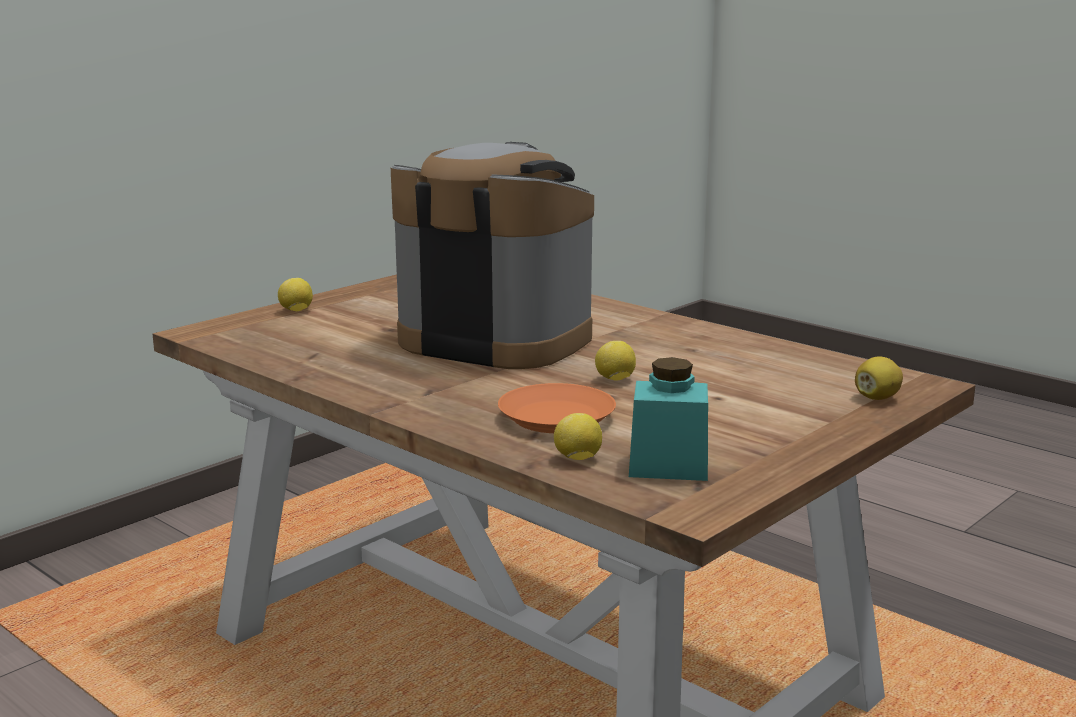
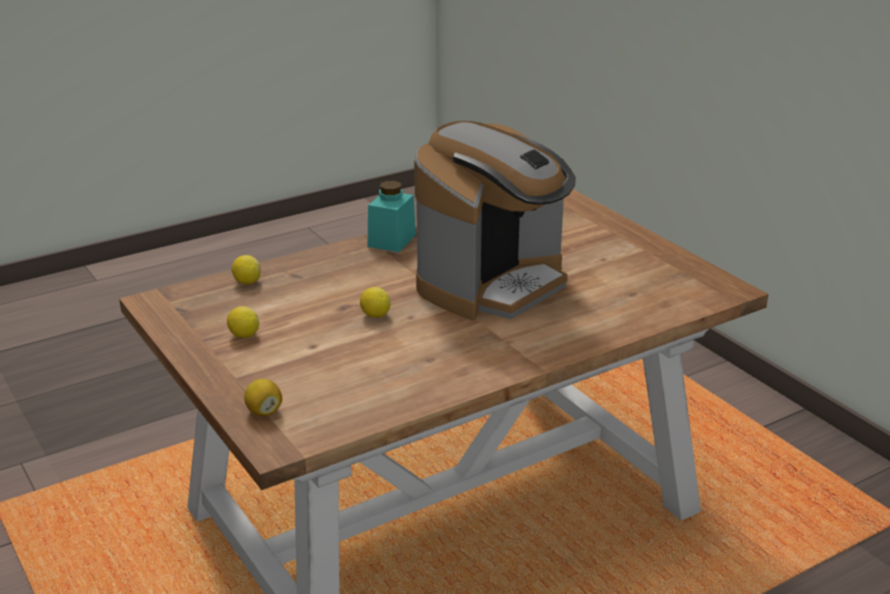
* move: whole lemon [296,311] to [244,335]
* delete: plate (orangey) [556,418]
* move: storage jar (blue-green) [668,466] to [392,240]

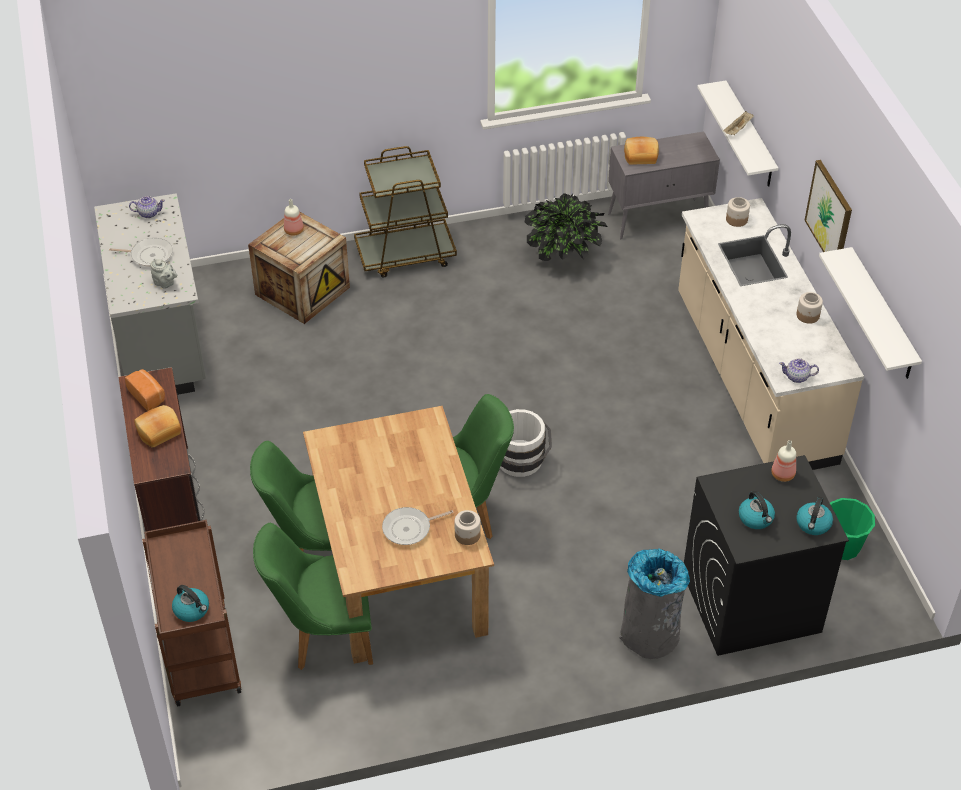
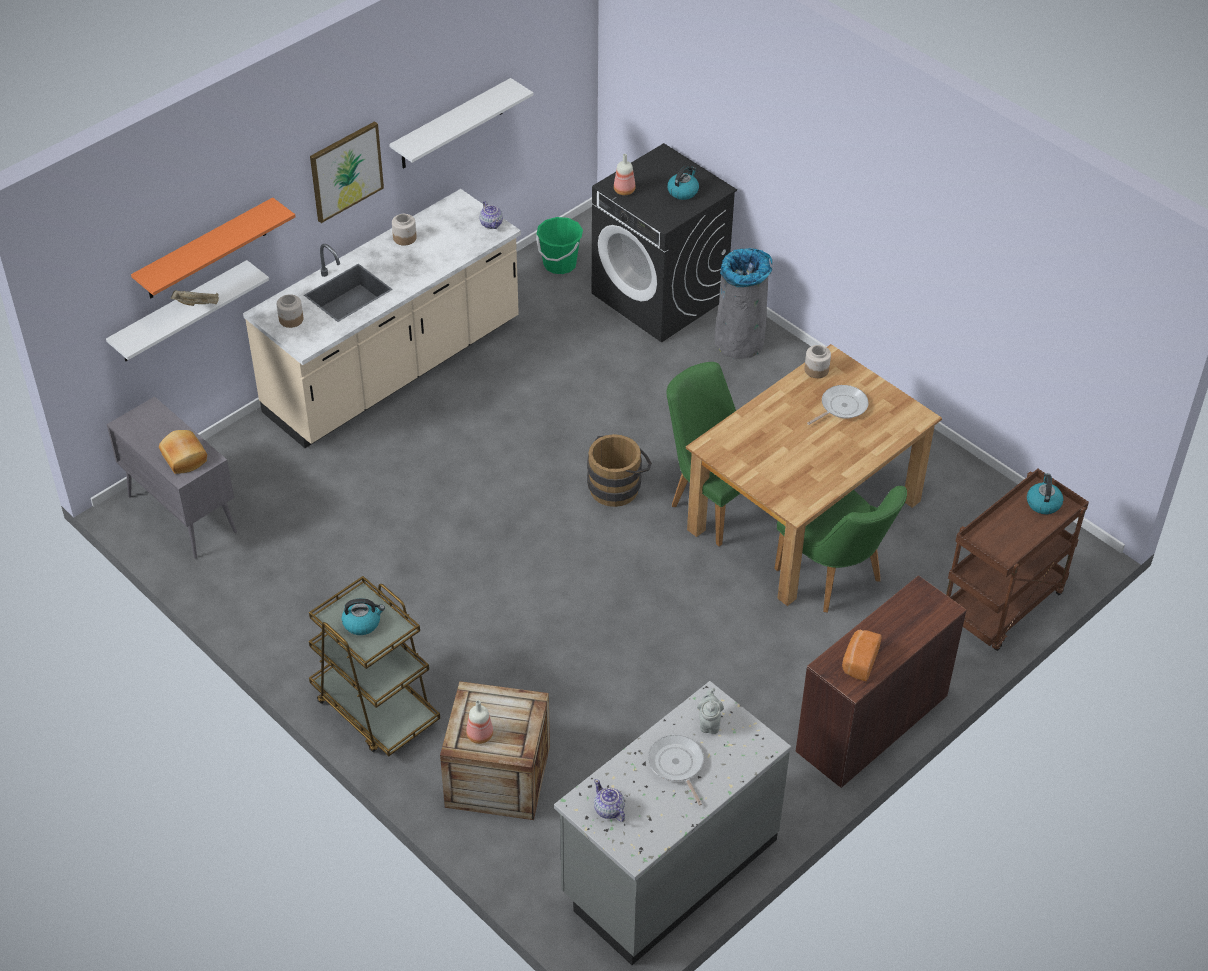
* delete: bakery bread [158,431]
* delete: chair (green-coloured) [322,635]
* rotate: pan [409,528] = [841,407] 75 degrees counterclockwise
* recolor: water bucket (whitish) [520,463] to water bucket (brown) [618,486]
* delete: plant in a pot [565,256]
* move: water kettle [813,524] to [362,623]
* insert: bracket shelf (orangey) [205,250]

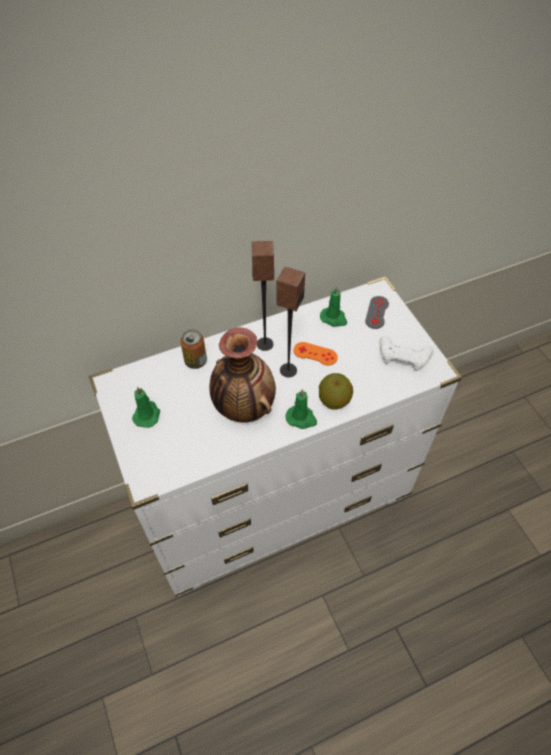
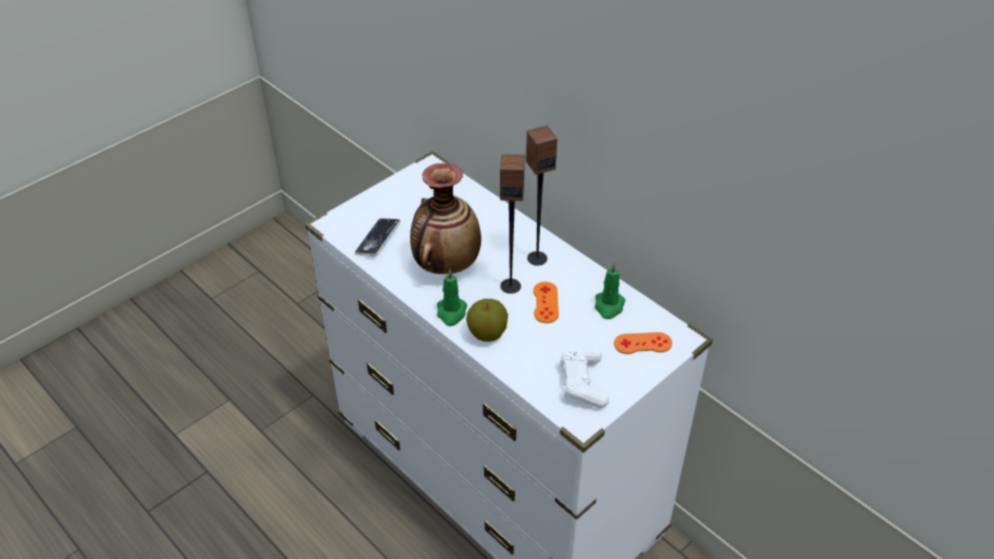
* delete: candle (green-coloured) [147,414]
* delete: sealed can [195,361]
* recolor: game controller (greyish) [377,312] to game controller (orangey) [642,343]
* insert: handset [378,240]

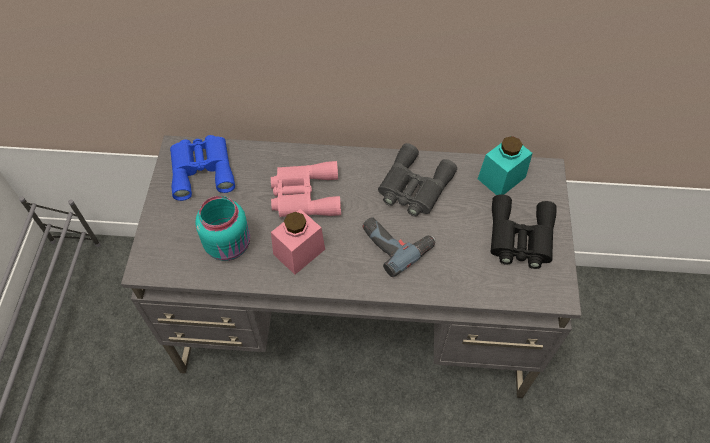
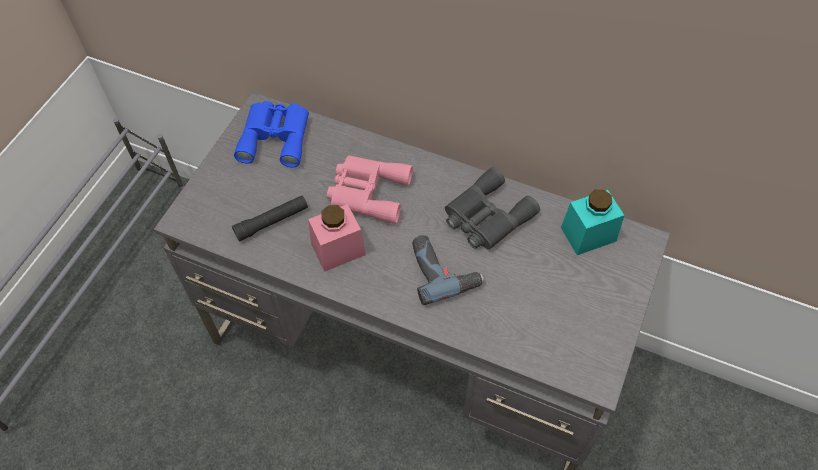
* replace: storage jar (blue-green) [230,245] to flashlight (black-coloured) [272,222]
* delete: field glasses (black-coloured) [520,238]

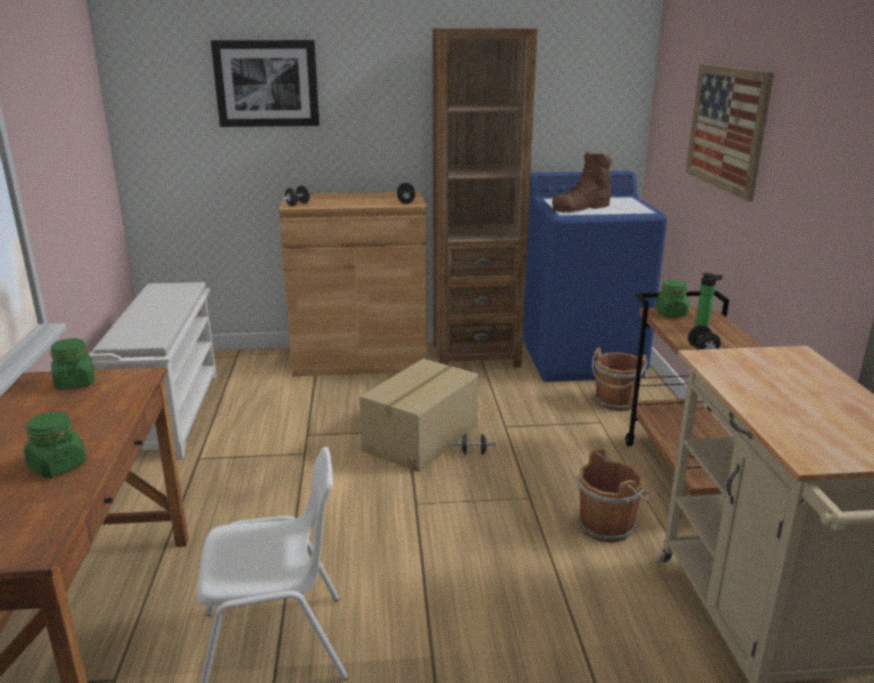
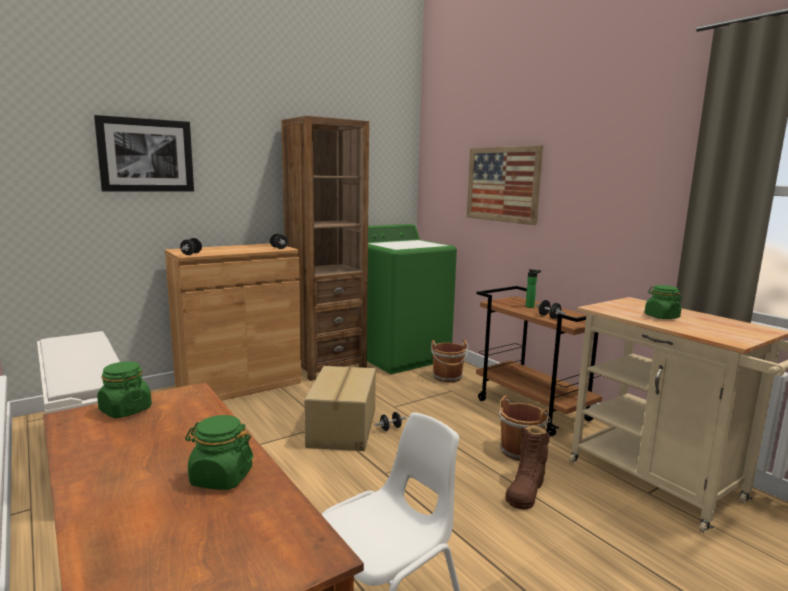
* recolor: laundry machine (blue) [581,358] to laundry machine (green-coloured) [400,356]
* move: tall boot (brown) [581,208] to [526,489]
* move: storage jar (green-coloured) [671,313] to [661,317]

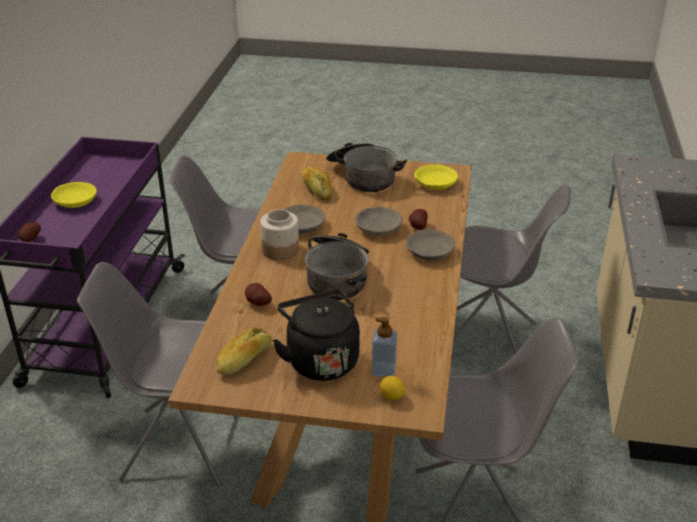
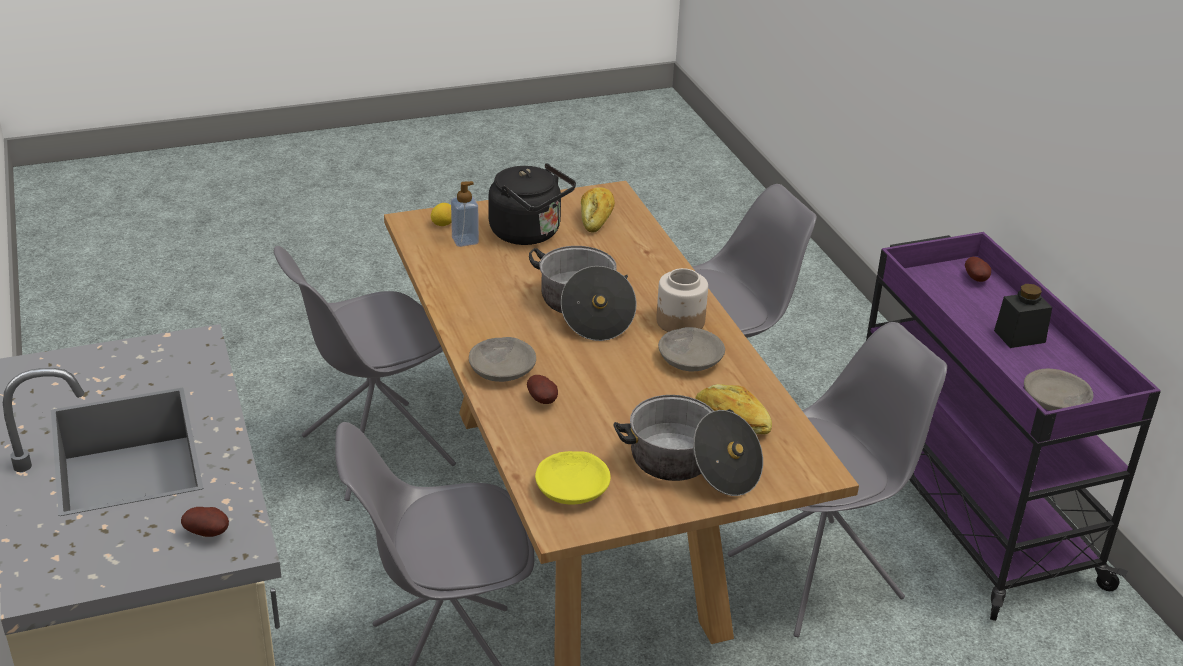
* replace: serving bowl (yellowish) [74,201] to storage jar (black-coloured) [1019,336]
* move: whole potato [257,303] to [209,533]
* move: serving bowl (greyish) [378,228] to [1056,401]

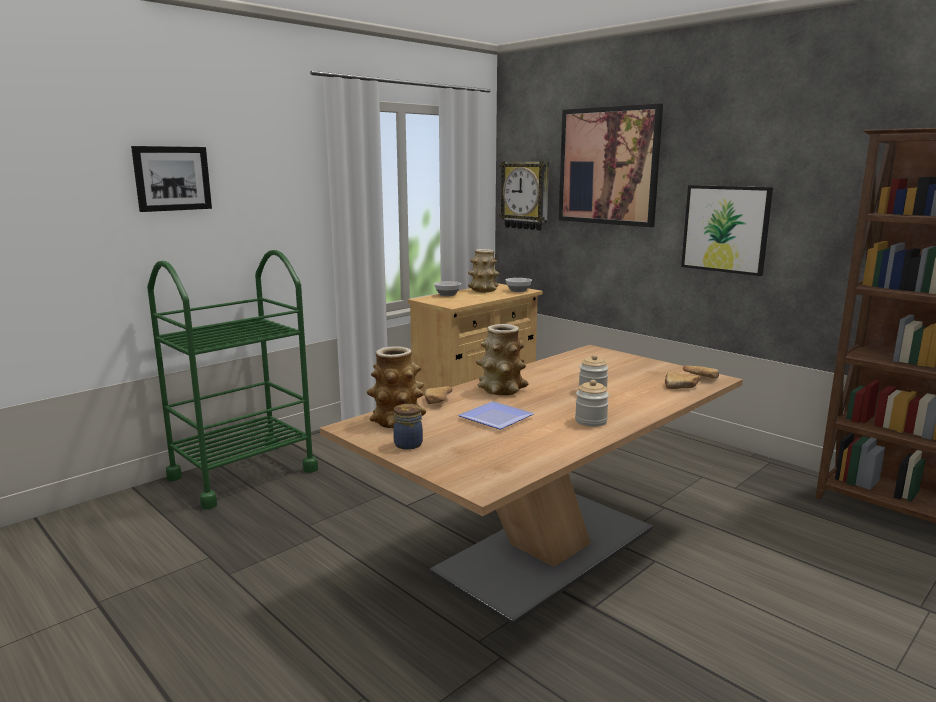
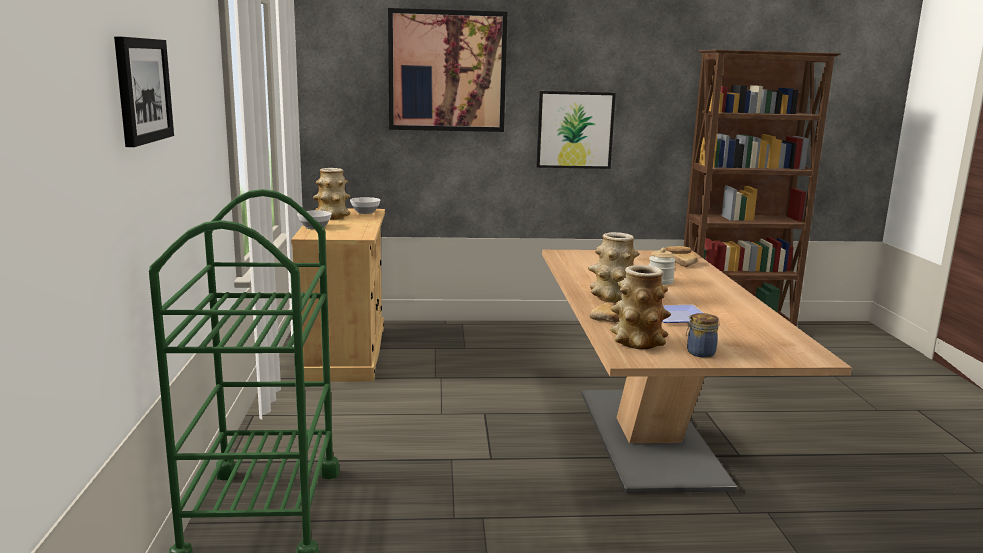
* delete: clock on the wall [525,195]
* delete: storage jar [591,421]

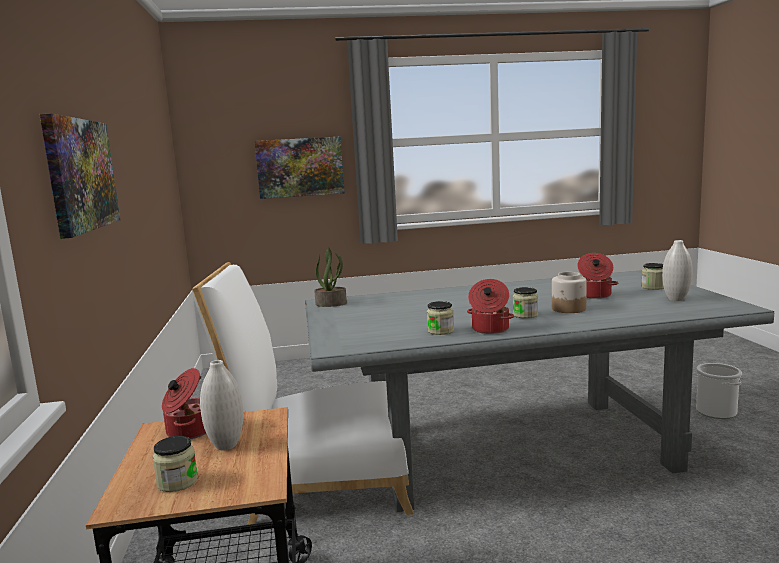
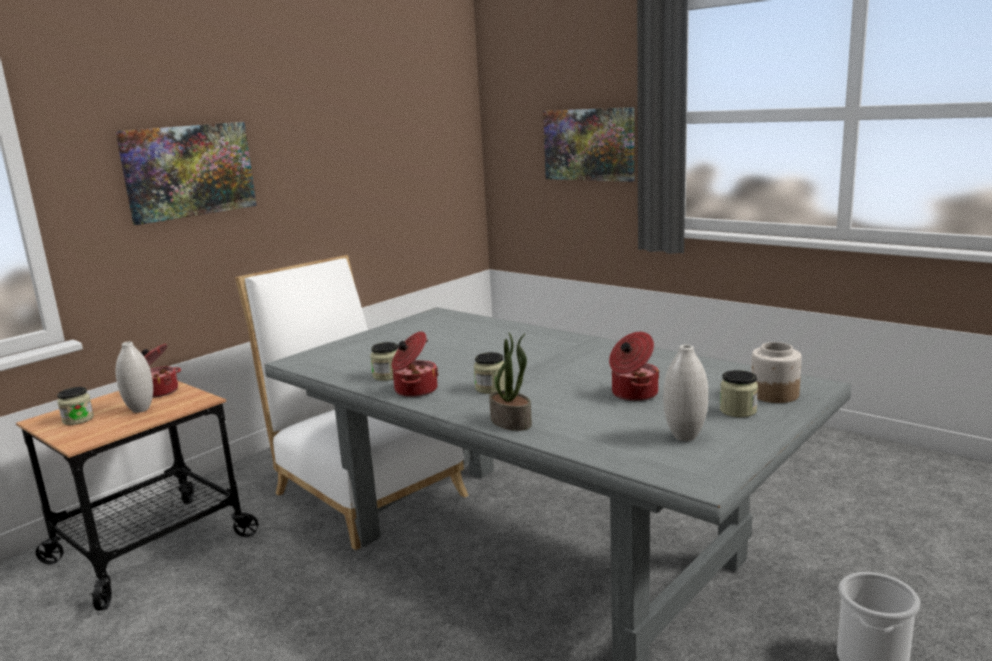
* move: plant in a pot [331,304] to [512,422]
* move: storage jar [569,309] to [774,394]

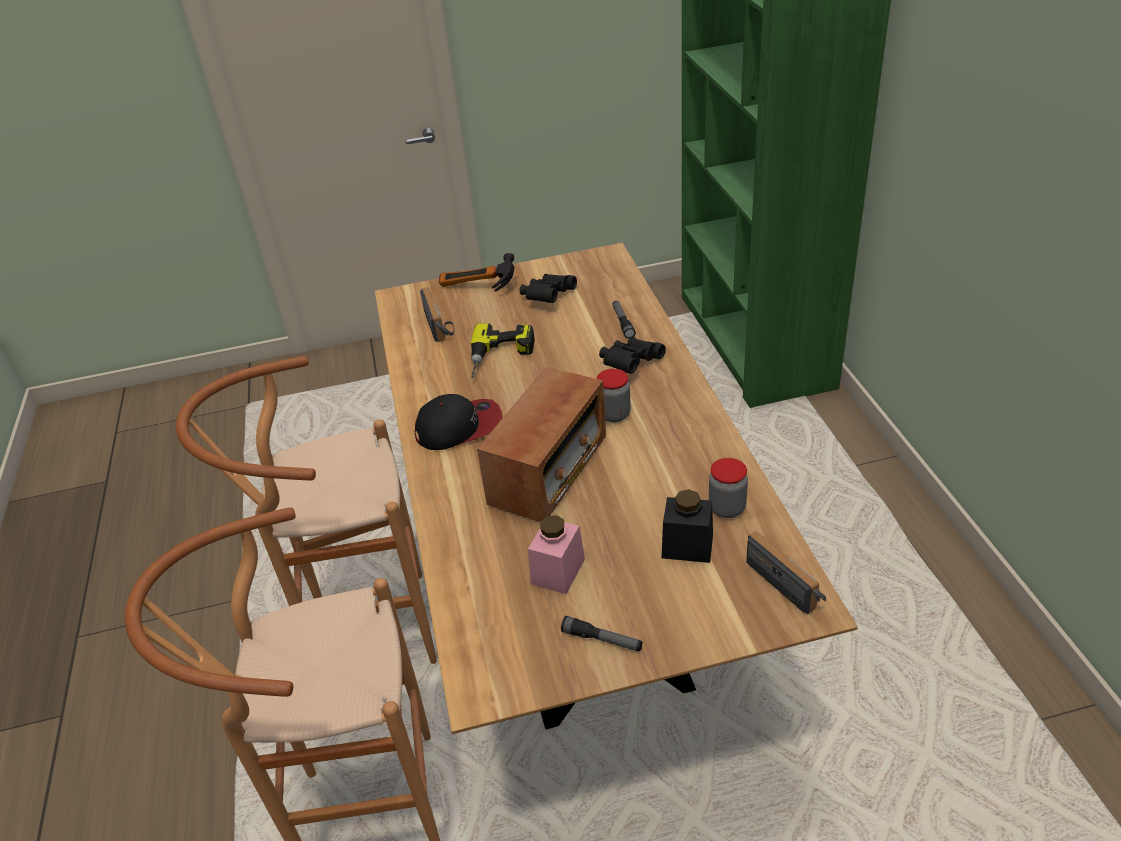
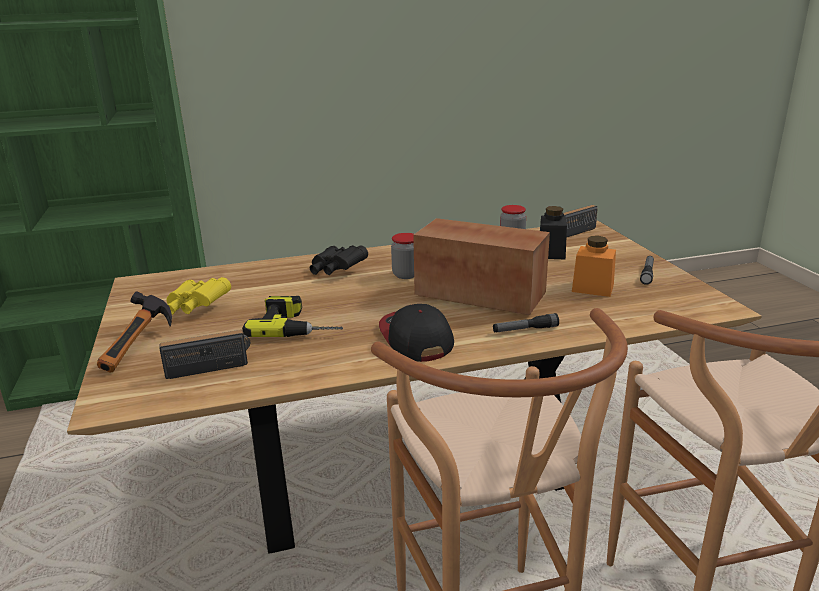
* recolor: field glasses (black-coloured) [548,297] to field glasses (yellowish) [196,307]
* recolor: storage jar (pink-coloured) [558,571] to storage jar (orangey) [592,288]
* move: flashlight [623,323] to [525,330]

